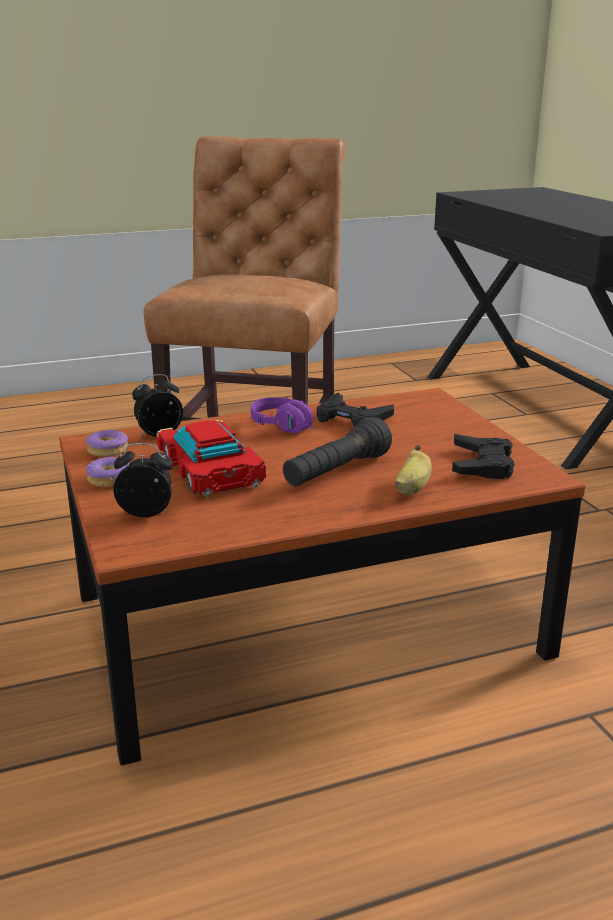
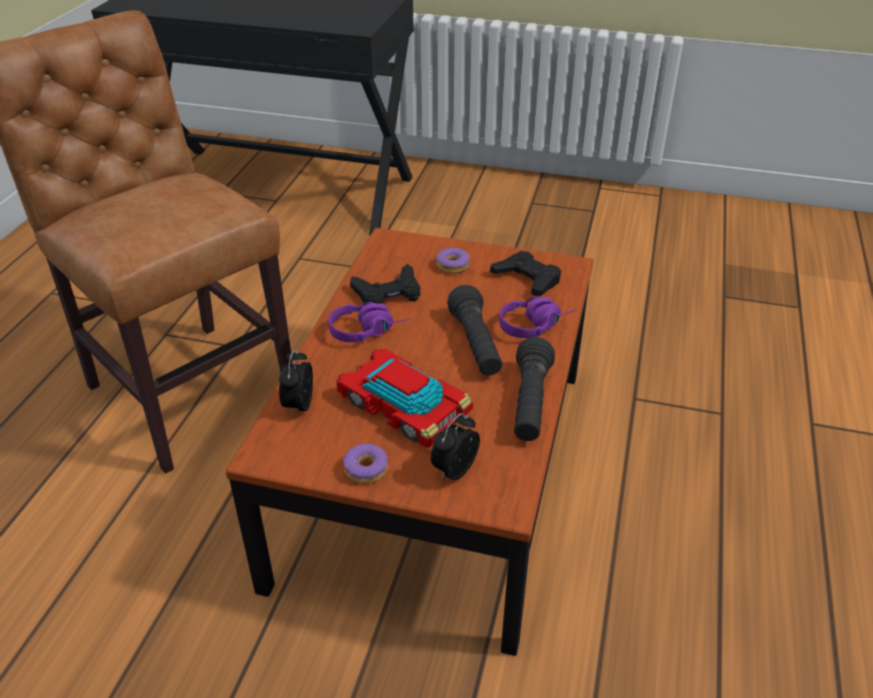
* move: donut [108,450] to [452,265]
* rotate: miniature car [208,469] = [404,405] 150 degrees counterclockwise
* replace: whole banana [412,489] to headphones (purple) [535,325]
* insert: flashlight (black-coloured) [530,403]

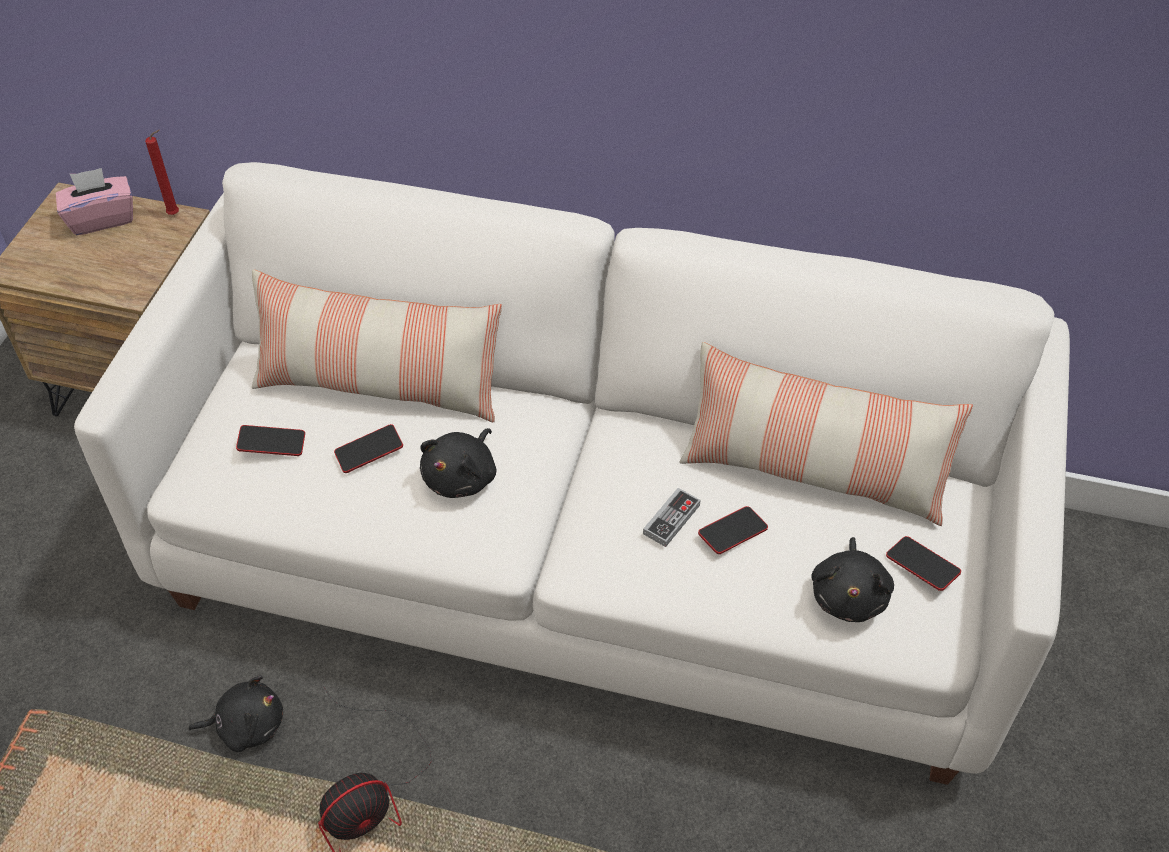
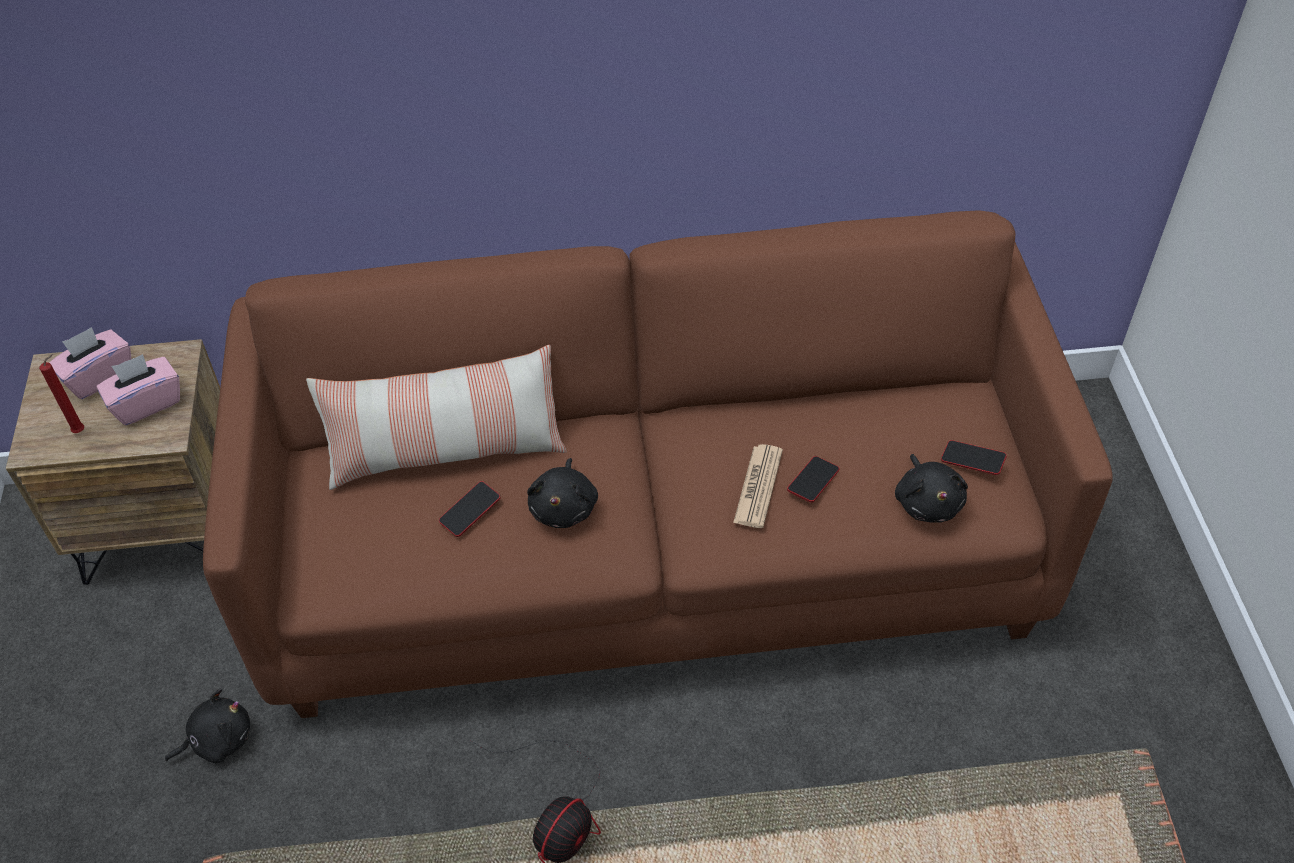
* recolor: sofa (whitish) [586,556] to sofa (brown) [651,551]
* move: candle (red) [176,214] to [81,431]
* move: cuddly toy (black-coloured) [247,725] to [218,740]
* delete: handset [272,444]
* replace: game controller [671,519] to daily paper [758,486]
* delete: throw pillow [813,471]
* insert: tissue box (pink-coloured) [146,403]

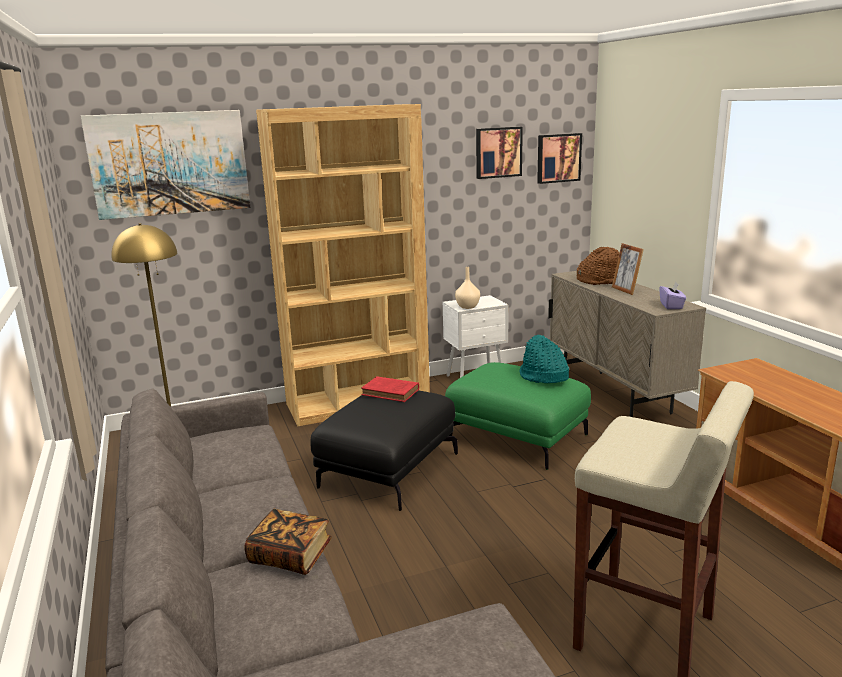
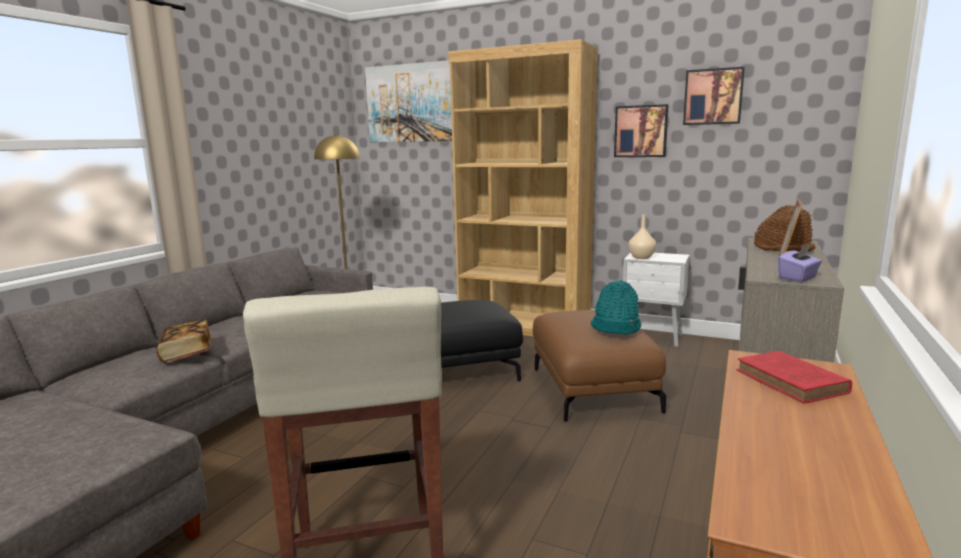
* move: bound book (red) [392,392] to [793,383]
* recolor: pouffe (green-coloured) [516,438] to pouffe (brown) [591,390]
* move: wall art [558,158] to [641,131]

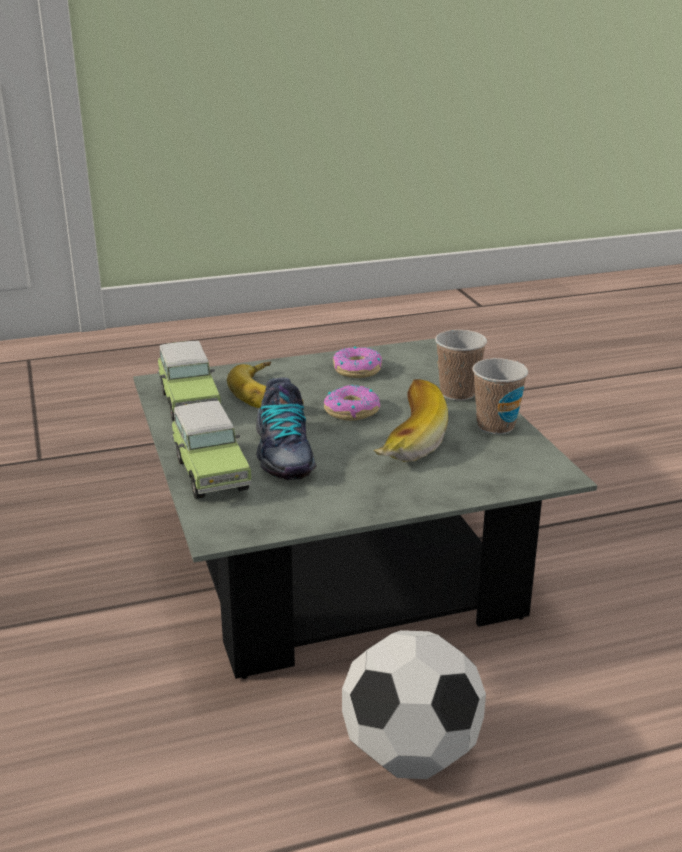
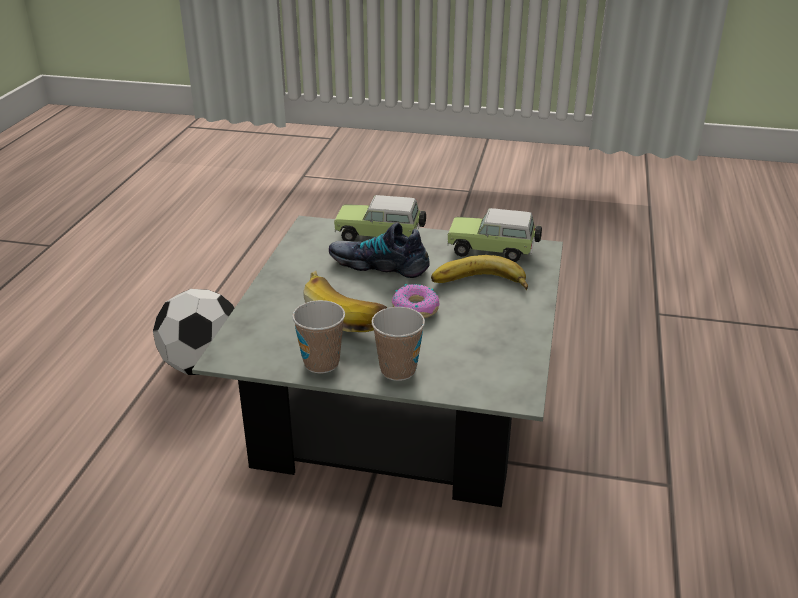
* delete: donut [357,370]

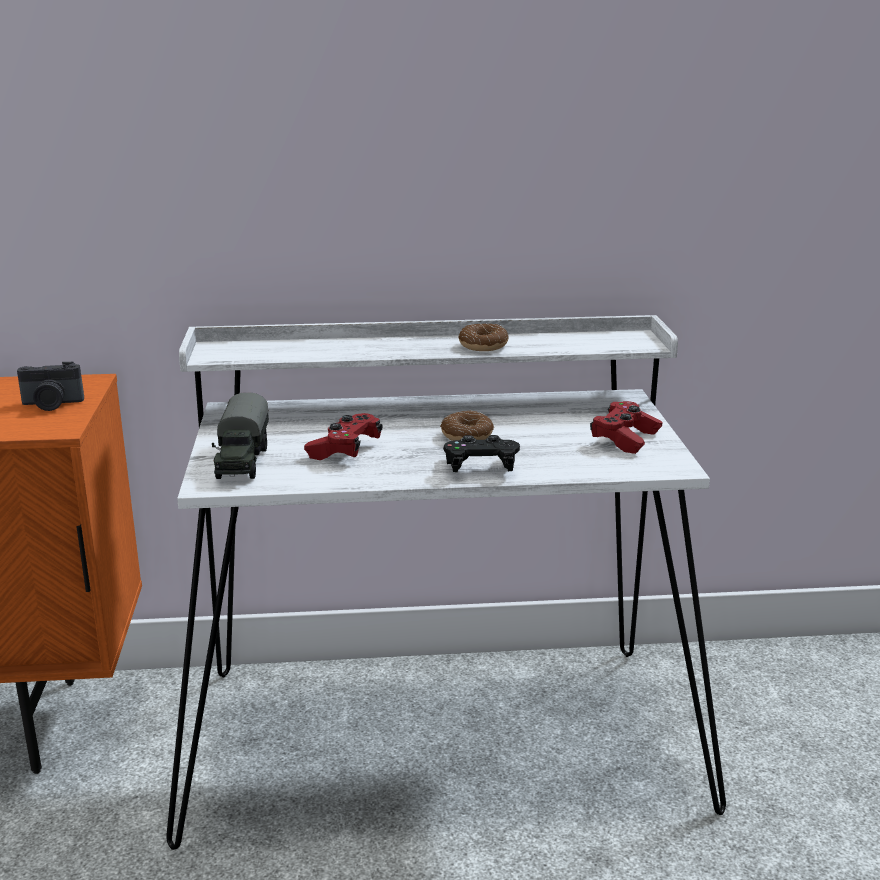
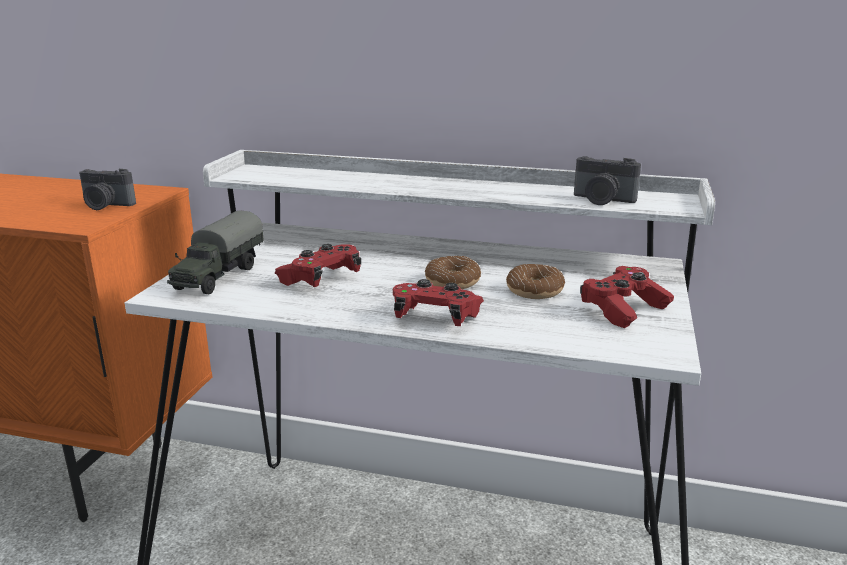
* recolor: game controller (black-coloured) [480,468] to game controller (red) [436,317]
* move: donut [483,345] to [534,290]
* insert: photo camera [602,200]

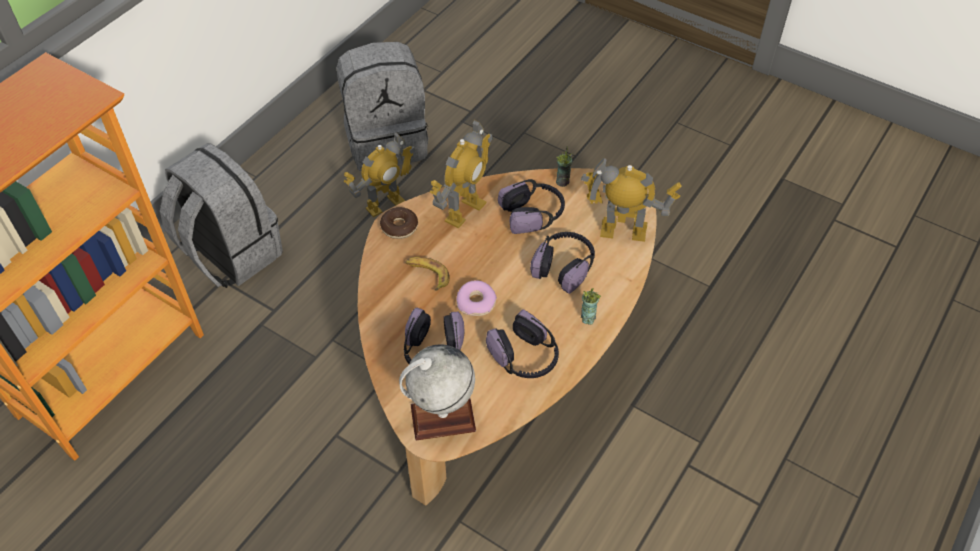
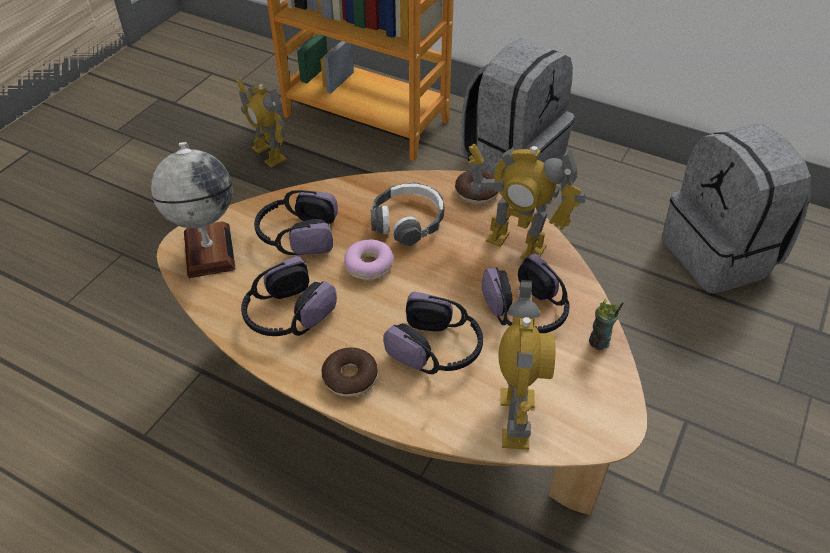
* move: robot figure [385,204] to [268,154]
* replace: whole banana [427,274] to headphones [408,221]
* replace: cup [587,318] to donut [350,377]

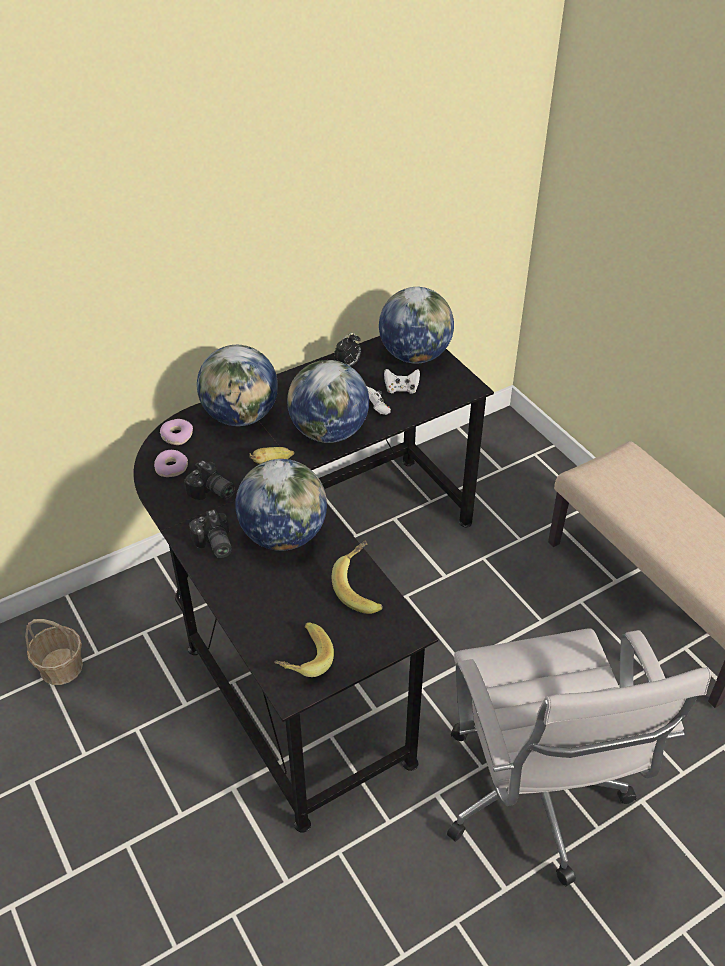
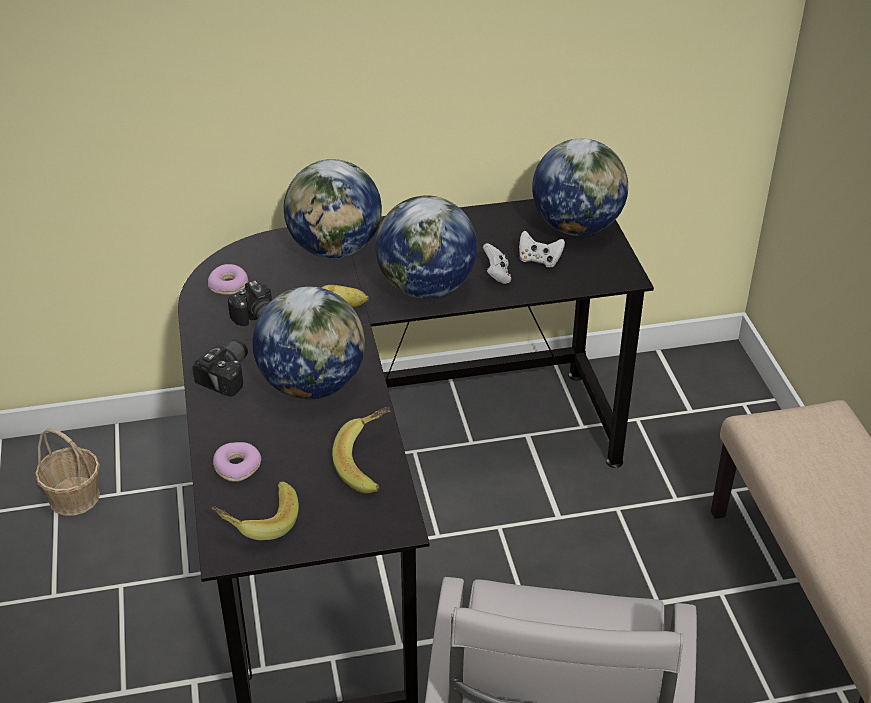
* move: donut [177,436] to [237,467]
* rotate: photo camera [213,544] = [229,375] 150 degrees counterclockwise
* delete: table clock [348,364]

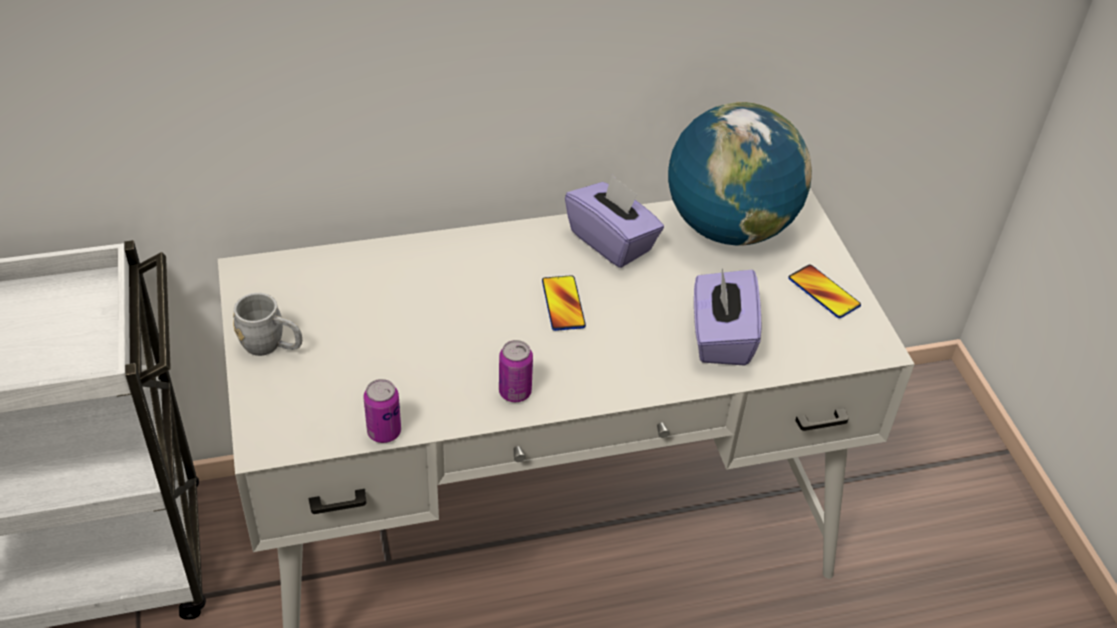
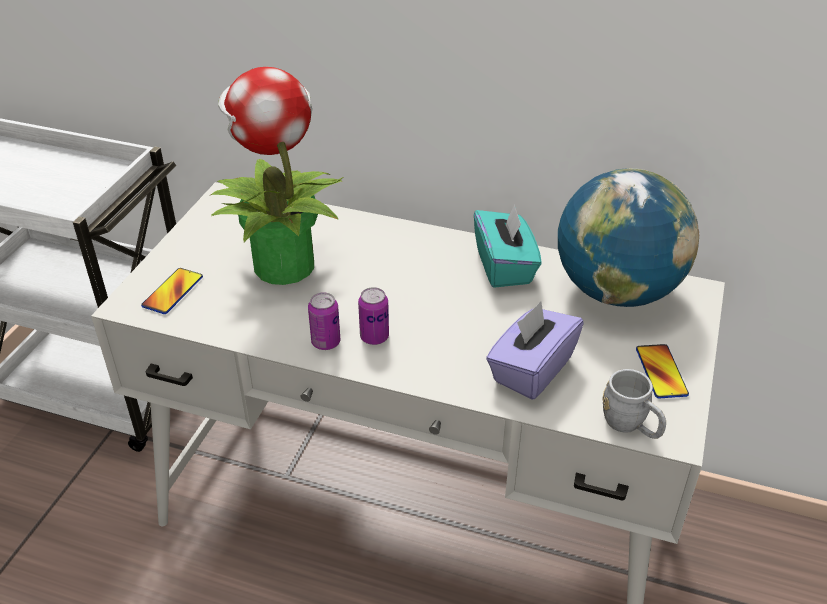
* move: tea mug (greyish) [271,346] to [631,426]
* move: sealed can [384,432] to [374,337]
* move: handset [563,304] to [173,292]
* recolor: tissue box (purple) [612,241] to tissue box (blue-green) [504,266]
* insert: plant in a pot [282,264]

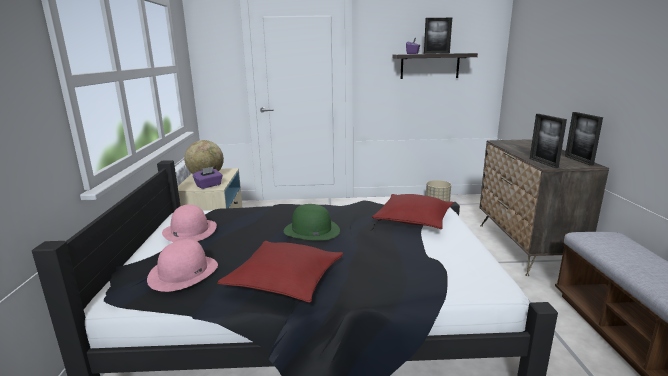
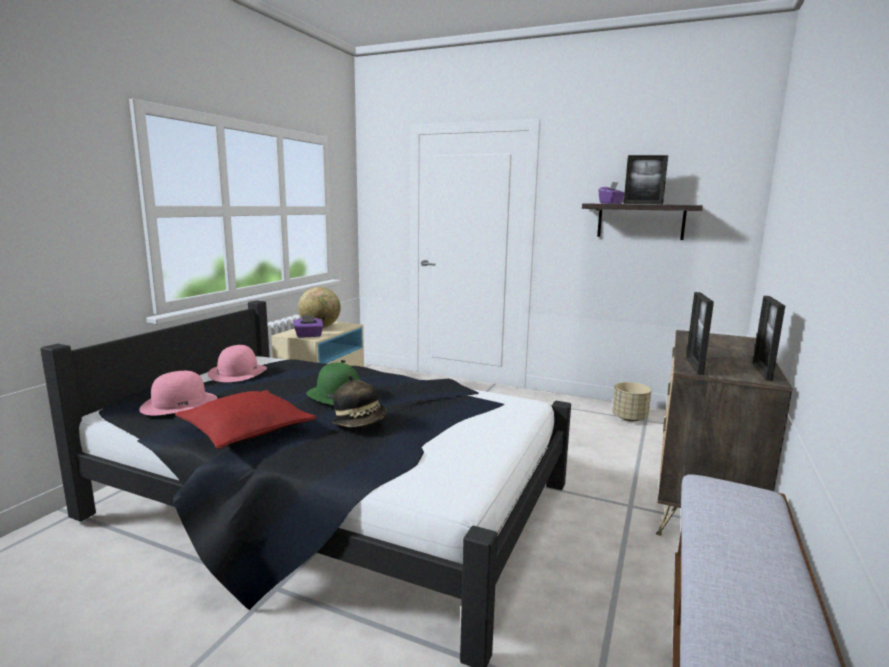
* delete: throw pillow (red) [413,219]
* insert: hat [360,422]

